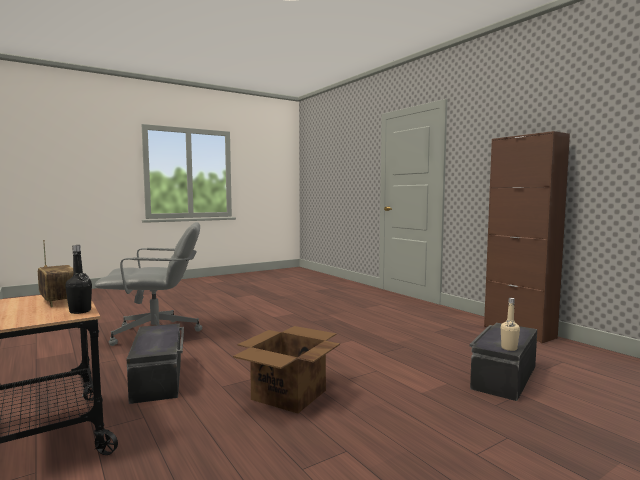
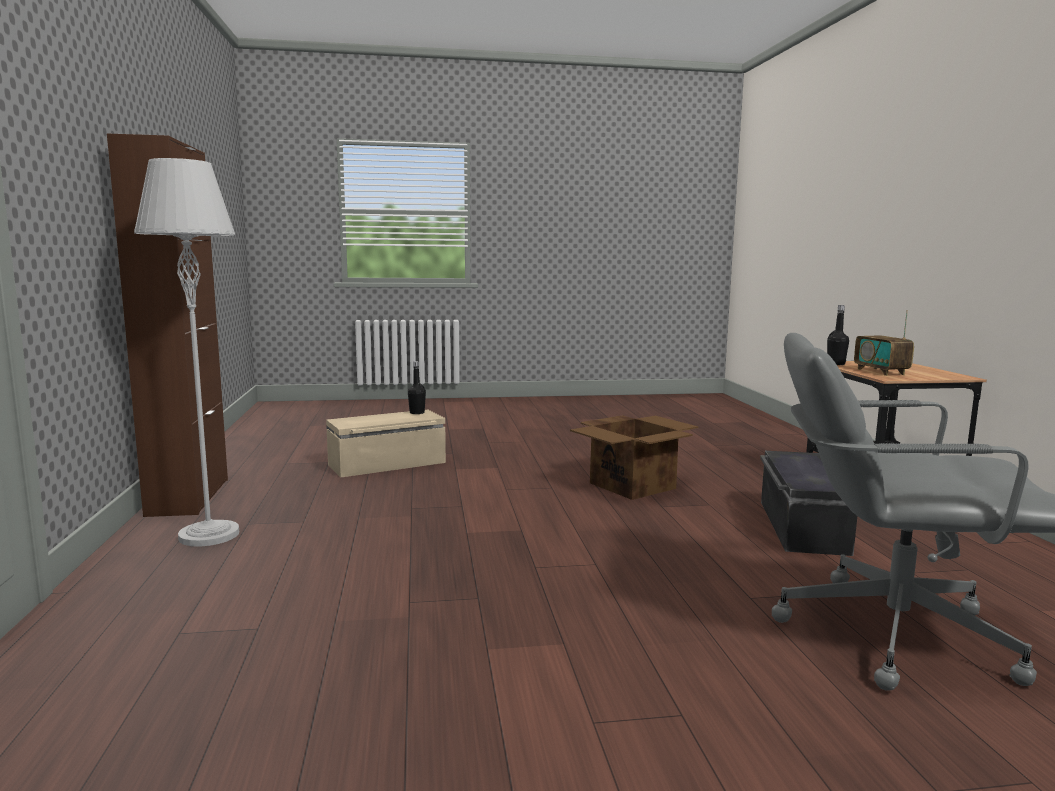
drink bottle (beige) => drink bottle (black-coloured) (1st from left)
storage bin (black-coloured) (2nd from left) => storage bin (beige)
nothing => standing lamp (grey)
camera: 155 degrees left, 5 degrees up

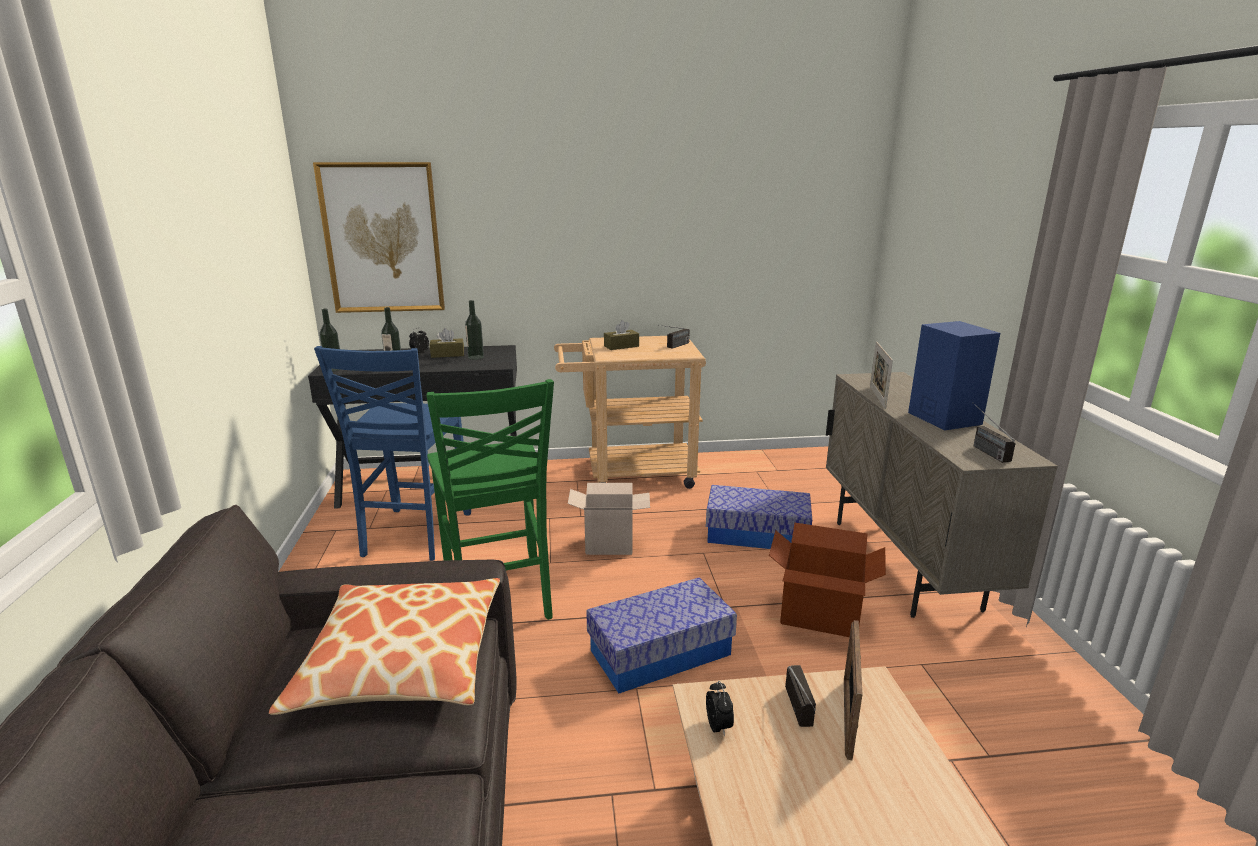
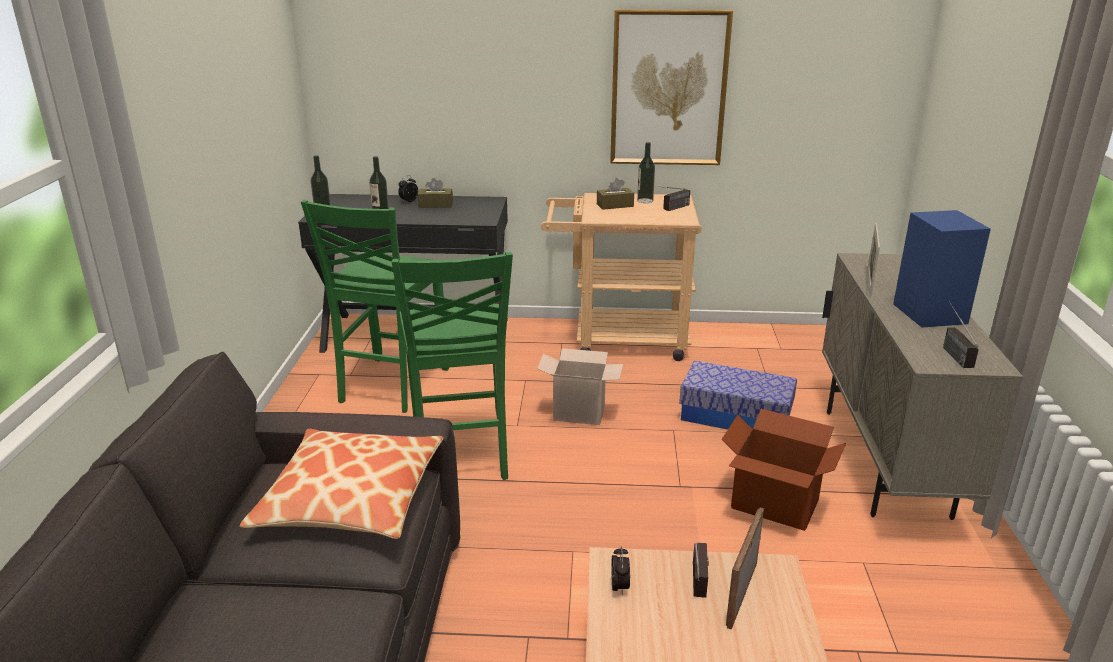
wall art, move
drink bottle (3rd from left), move
plain chair (bluish) => plain chair (green) (1st from left)
storage bin (1st from left) => nothing
camera: 10 degrees right, 5 degrees up

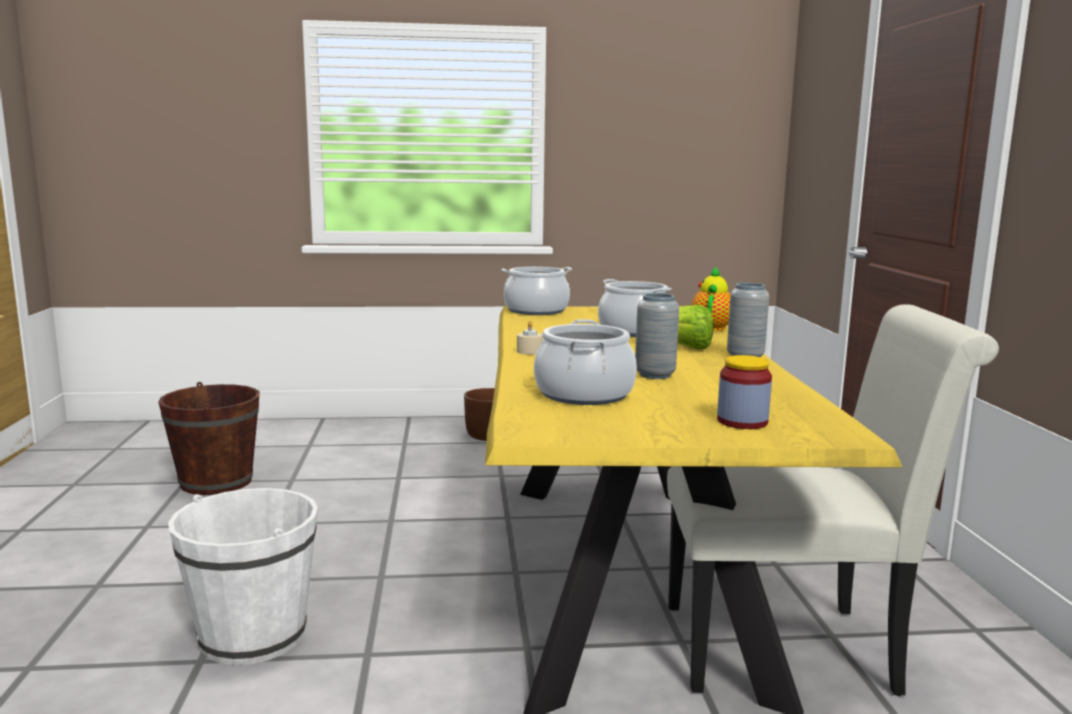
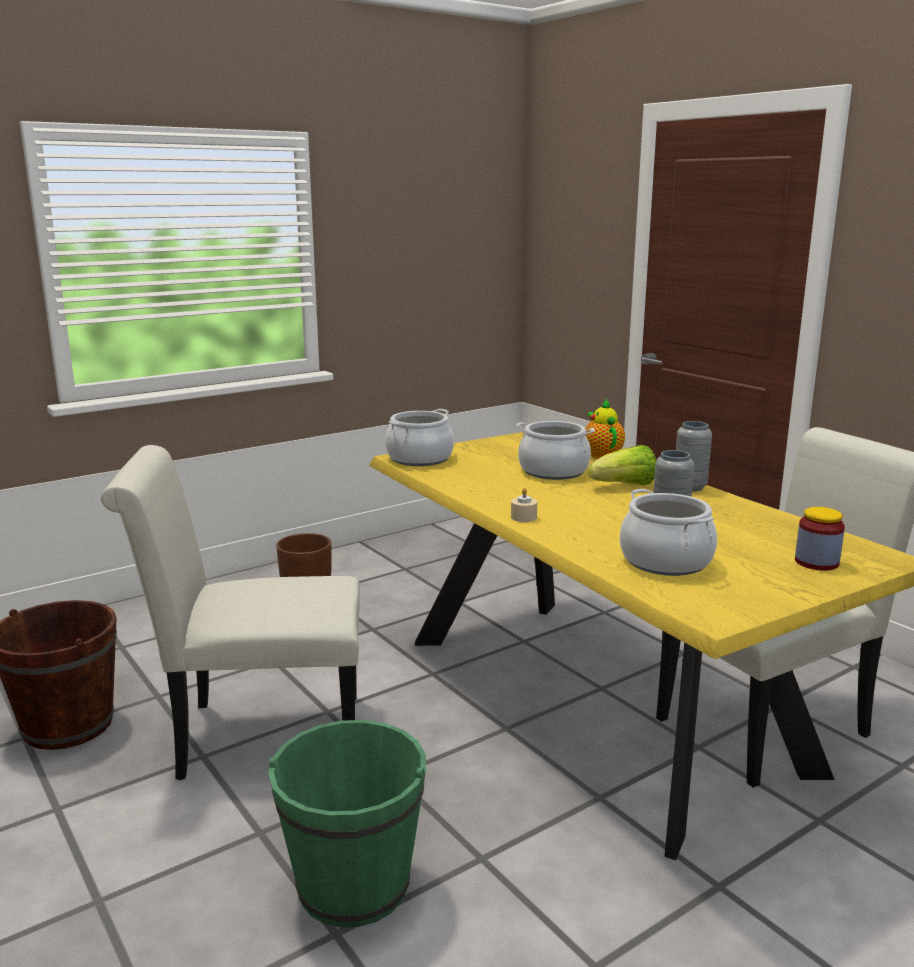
water bucket (whitish) => water bucket (green)
nothing => plain chair (whitish) (1st from left)
camera: 30 degrees left, 5 degrees up

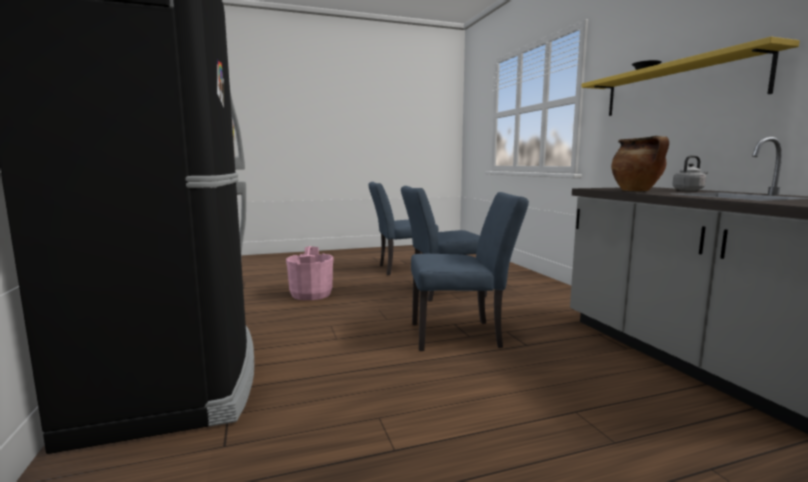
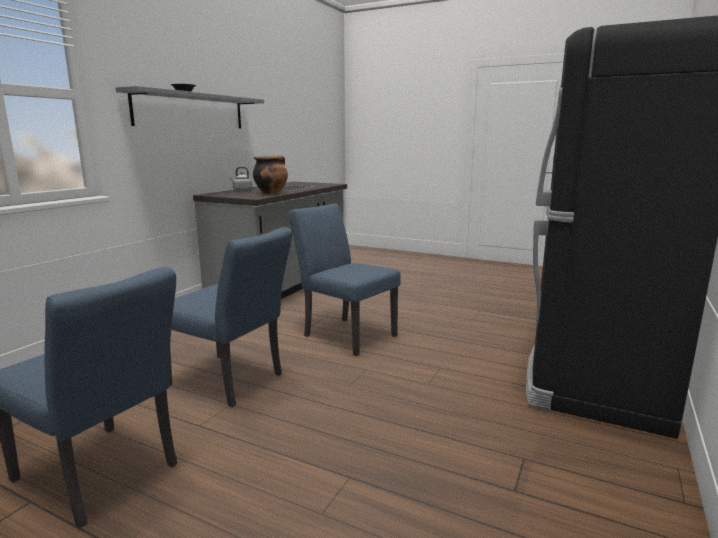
wall shelf (yellowish) => wall shelf (grey)
water bucket (pink) => nothing
camera: 135 degrees left, 5 degrees up

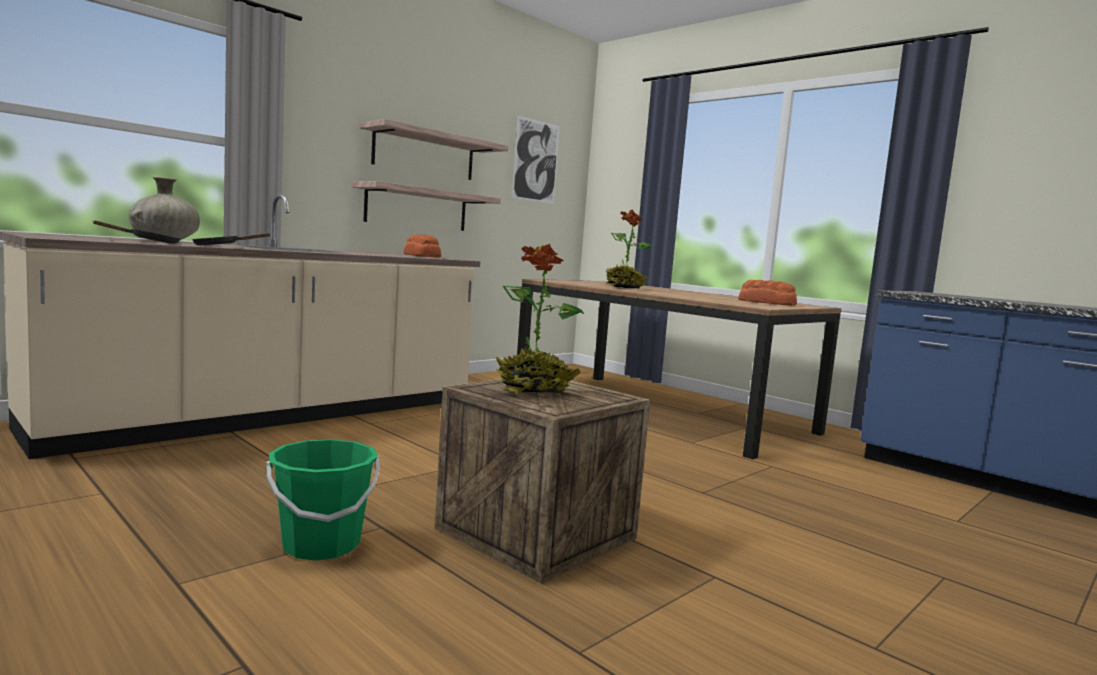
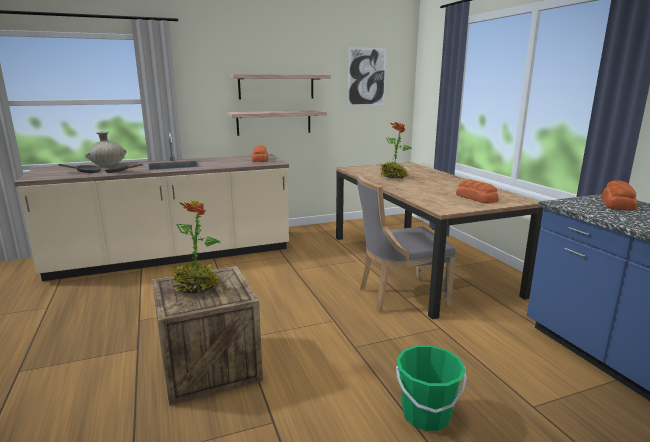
water bucket (green), move
nothing => plain chair (grey)
nothing => baked bread (3rd from left)
camera: 25 degrees right, 10 degrees up

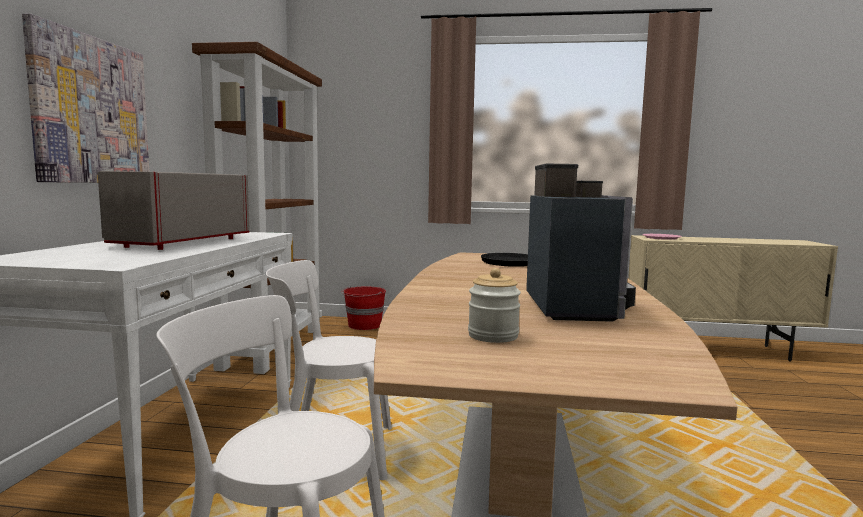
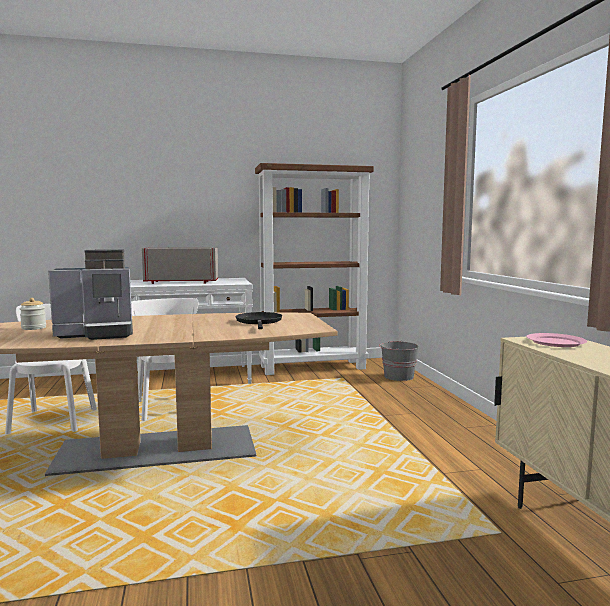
wall art => nothing
water bucket (red) => water bucket (grey)
camera: 70 degrees right, 0 degrees up

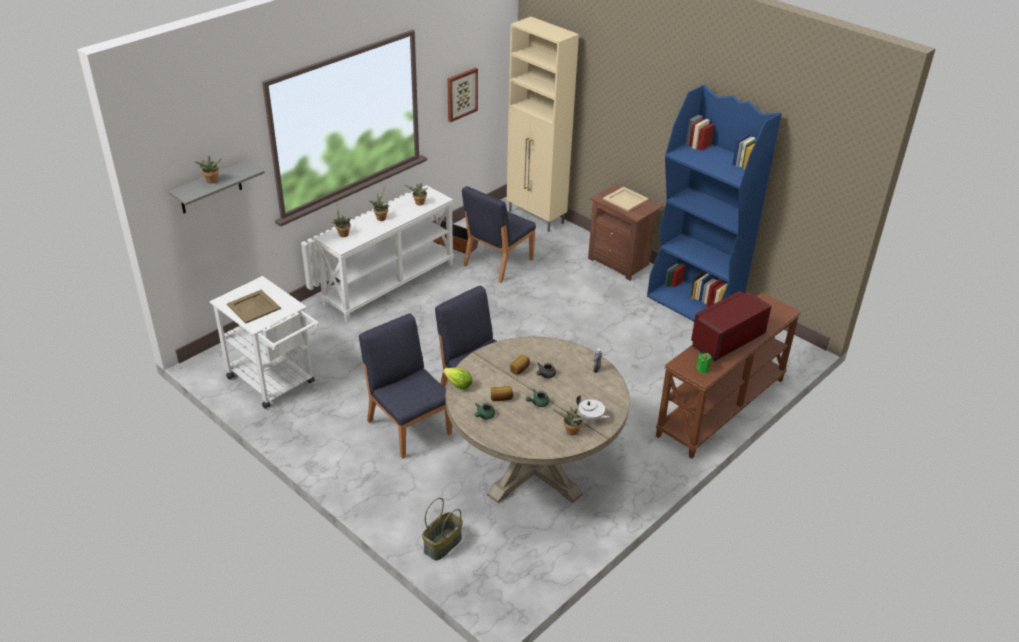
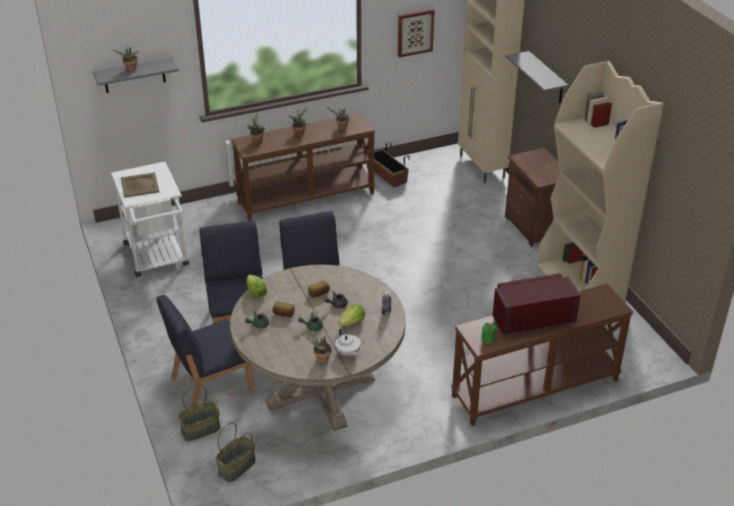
bookcase (bluish) => bookcase (beige)
narrow table (whitish) => narrow table (brown-coloured) (1st from left)
plain chair (bluish) (3rd from left in the first image) => plain chair (bluish) (1st from left), move
tray (beige) (2nd from left) => nothing
nothing => wall shelf (grey) (2nd from left)
nothing => head of lettuce (2nd from left)
nothing => basket (2nd from left)
camera: 25 degrees right, 0 degrees up

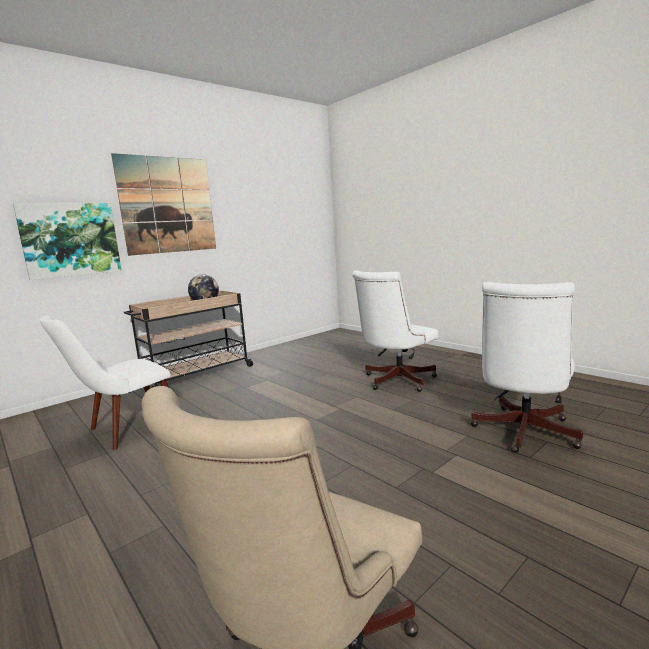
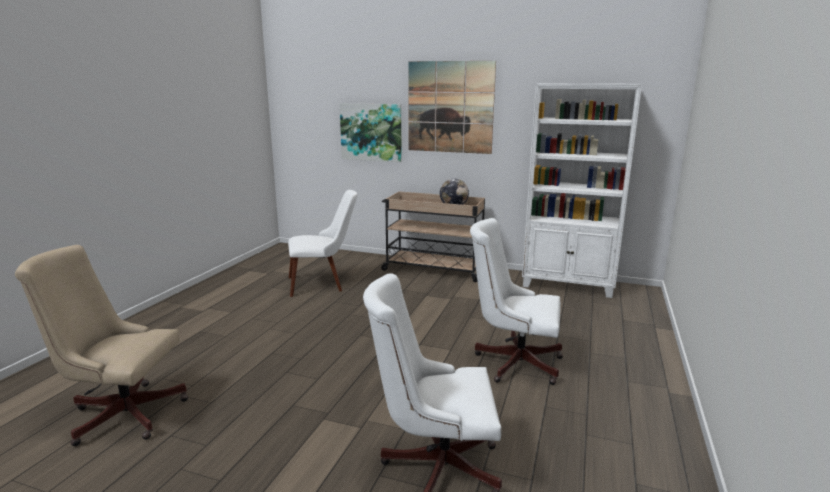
plain chair (whitish), 150 degrees clockwise
nothing => bookcase (whitish)
camera: 60 degrees right, 5 degrees up

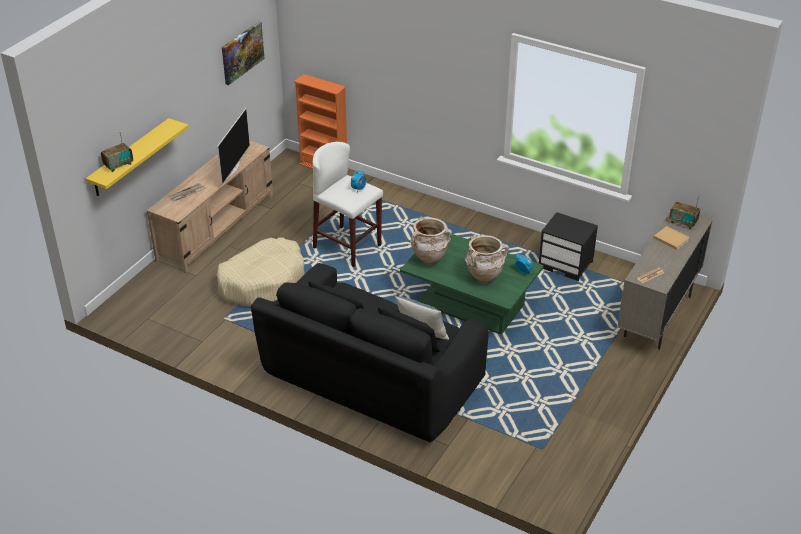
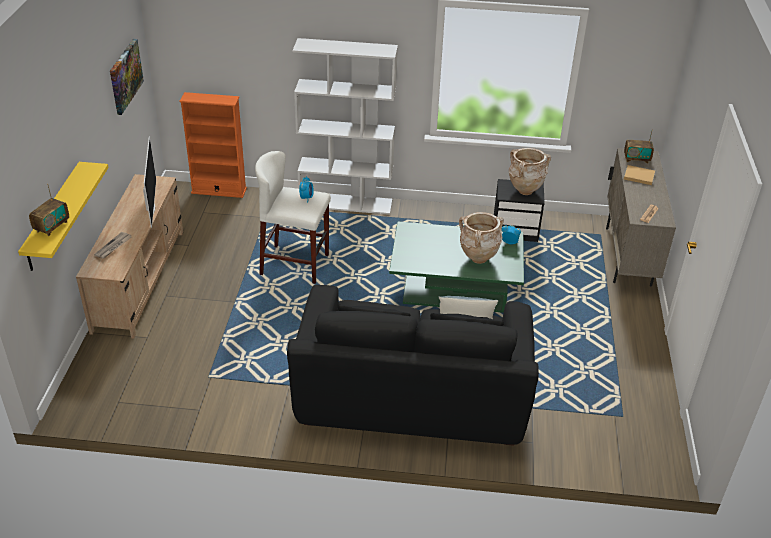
vase (beige) (1st from left in the first image) => vase (beige) (2nd from left), move
pet bed (beige) => nothing
nothing => bookcase (whitish)
camera: 25 degrees left, 0 degrees up

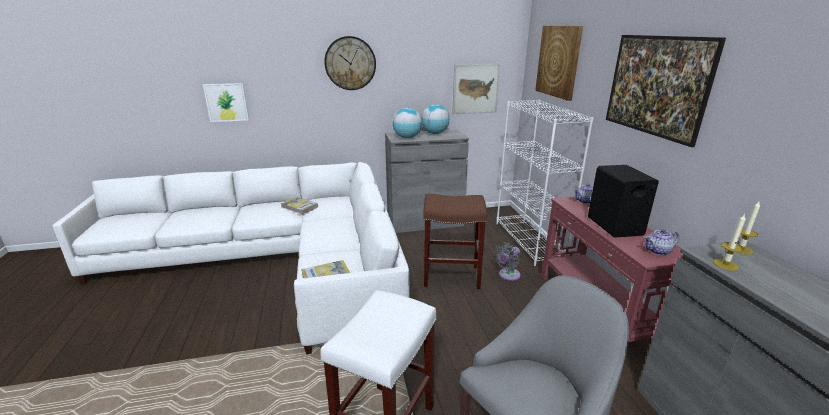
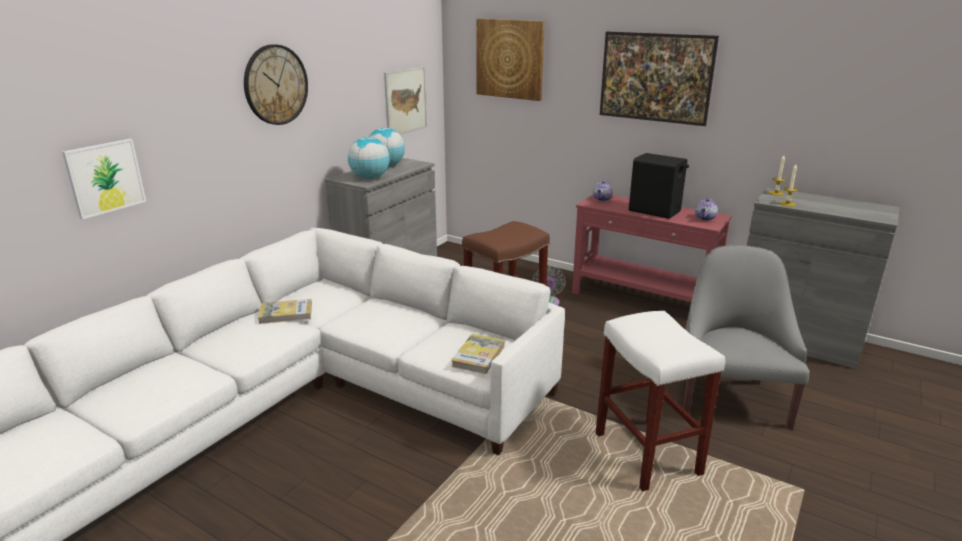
bookcase (whitish) => nothing
camera: 45 degrees left, 0 degrees up

